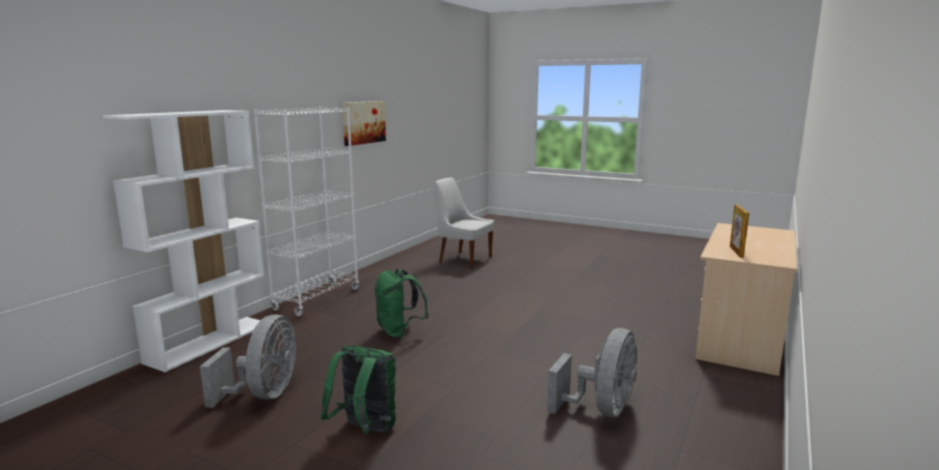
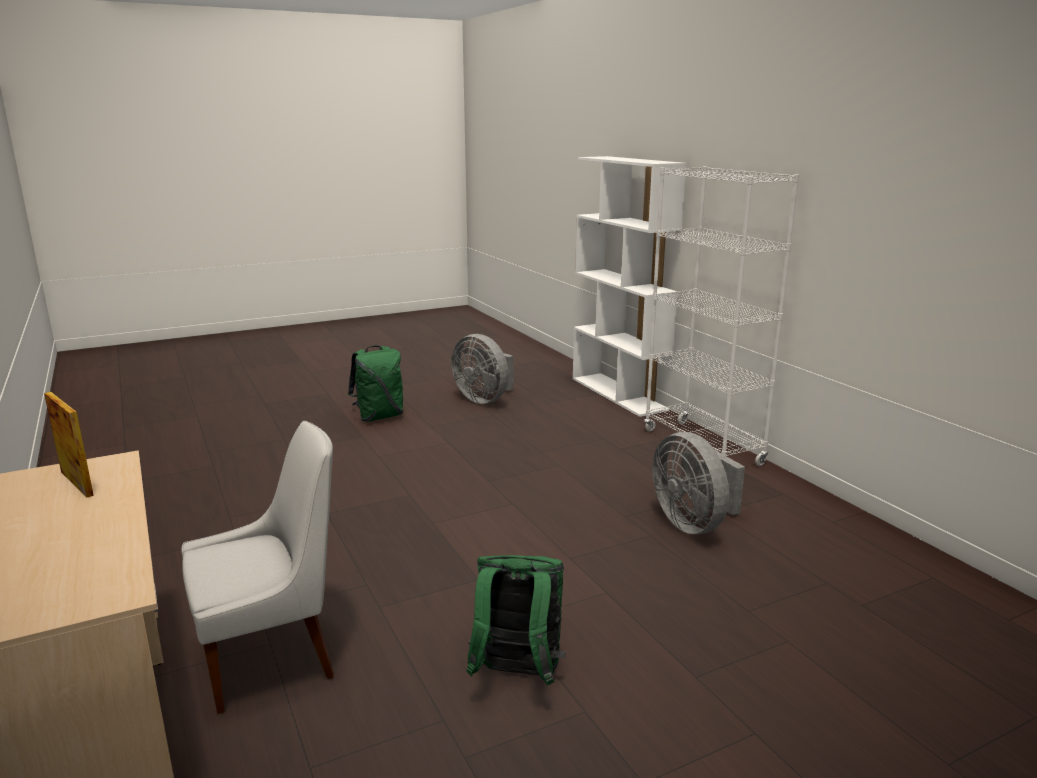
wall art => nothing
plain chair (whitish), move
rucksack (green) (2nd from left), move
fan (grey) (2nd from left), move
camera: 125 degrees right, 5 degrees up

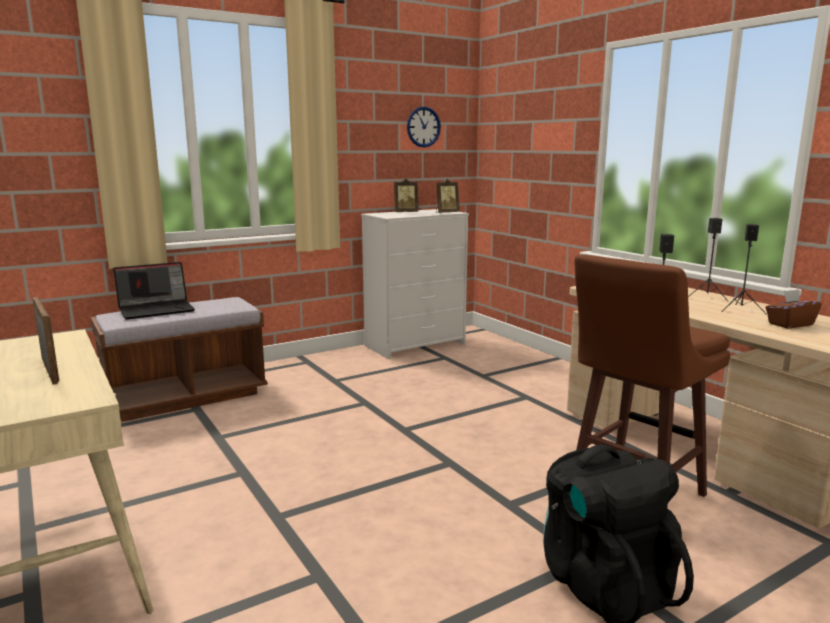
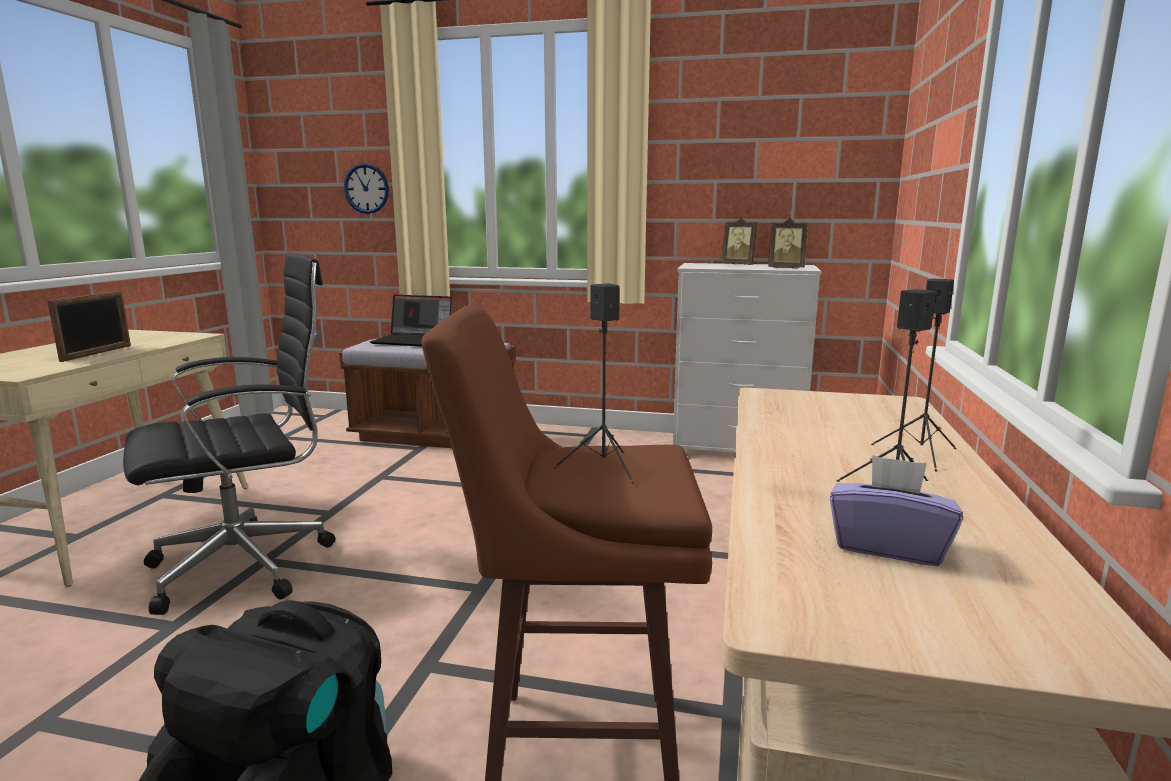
clock on the wall, move
tissue box (brown-coloured) => tissue box (purple-coloured)
nothing => computer chair (black-coloured)
camera: 45 degrees right, 0 degrees up

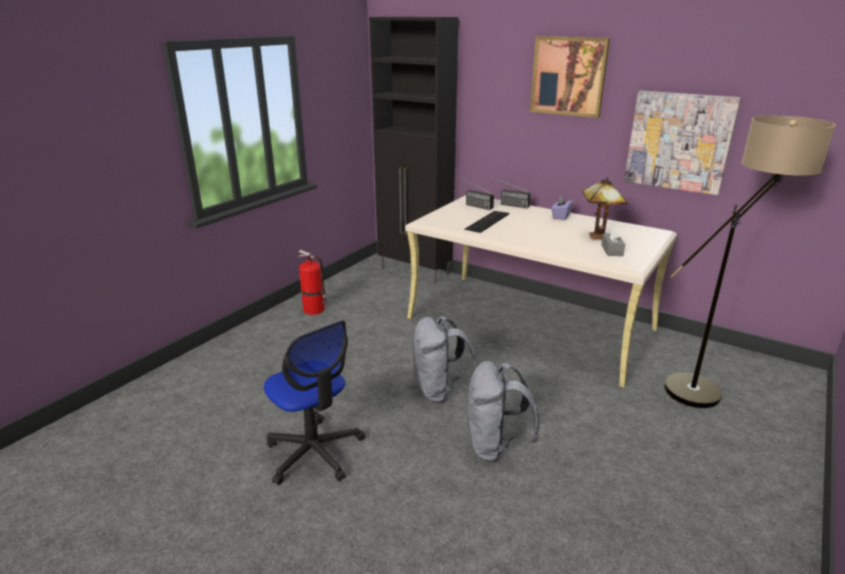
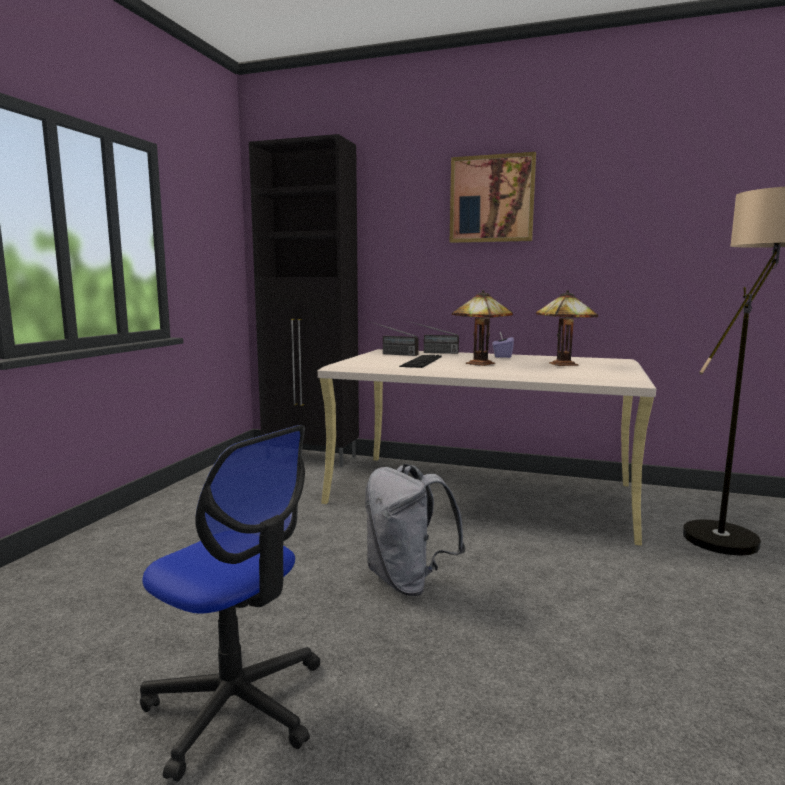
wall art (2nd from left) => nothing
tissue box (grey) => nothing
fire extinguisher => nothing
rucksack (grey) (2nd from left) => nothing
nothing => lamp for a table (1st from left)
camera: 15 degrees left, 15 degrees down

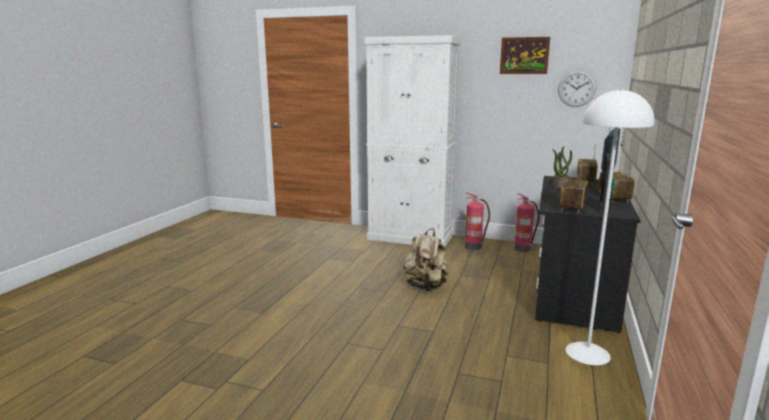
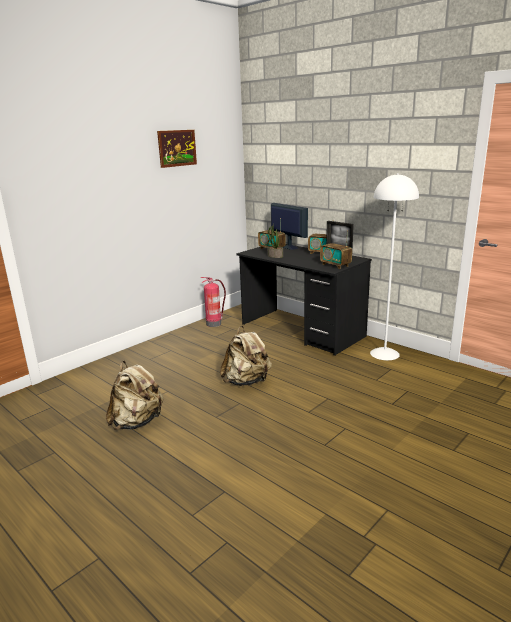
cupboard (whitish) => nothing
clock on the wall => nothing
fire extinguisher (1st from left) => nothing
nothing => rucksack (beige) (1st from left)
camera: 65 degrees left, 5 degrees up

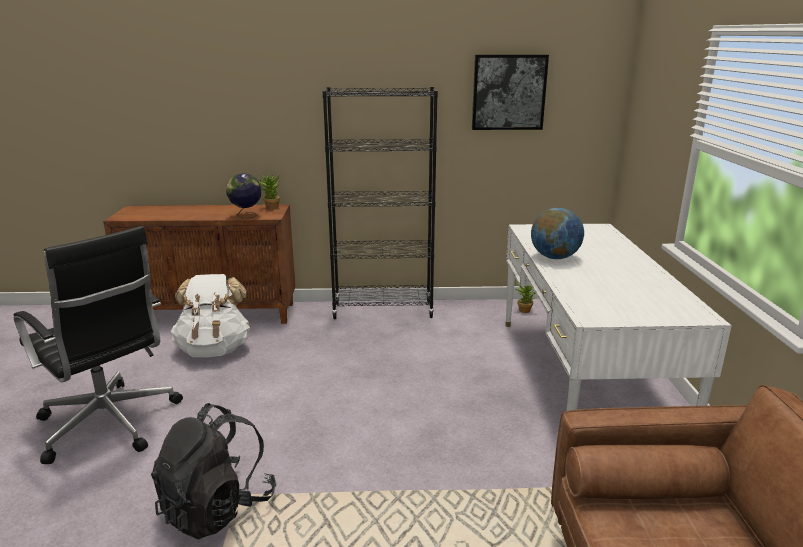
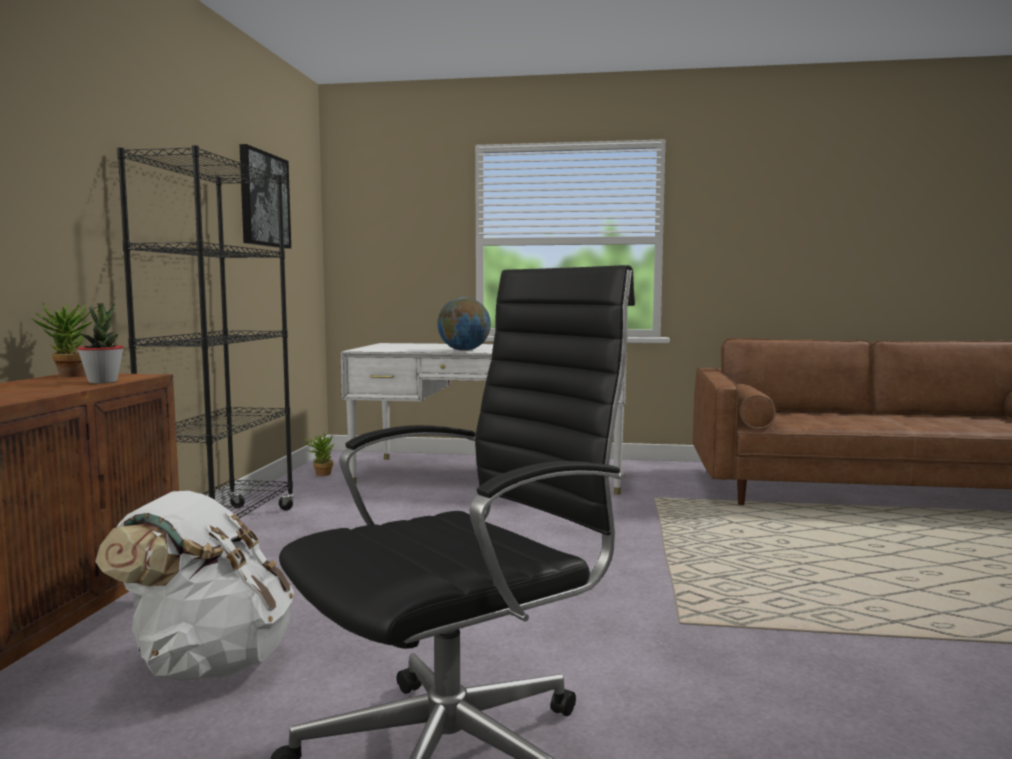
desk globe (1st from left) => plant in a pot (2nd from left)
rucksack (black-coloured) => nothing
camera: 80 degrees left, 15 degrees down

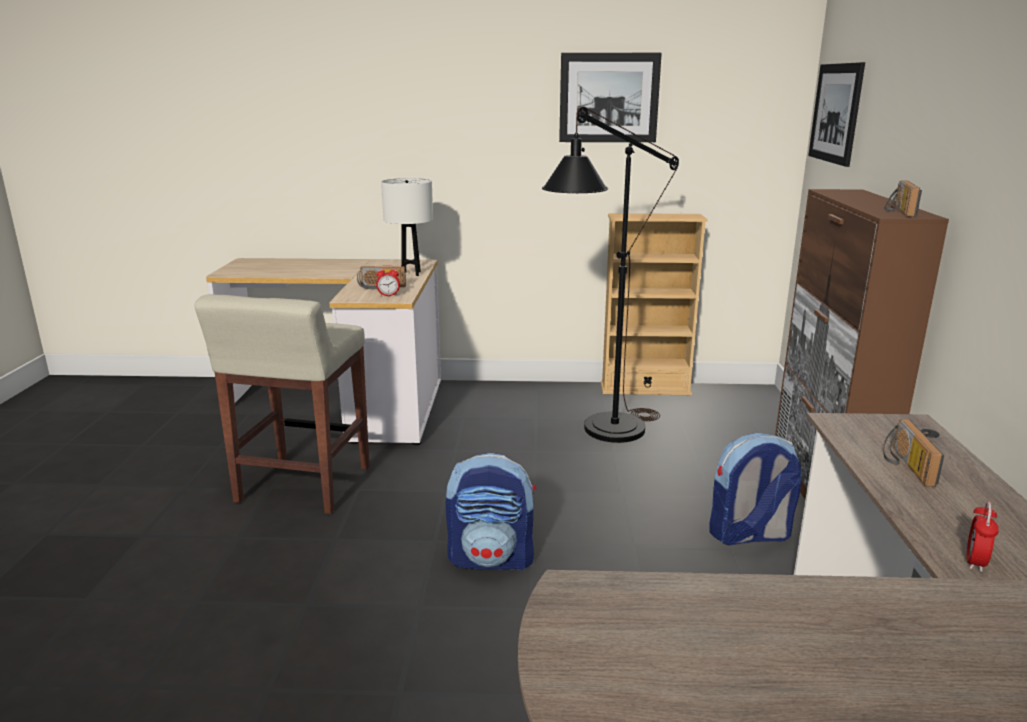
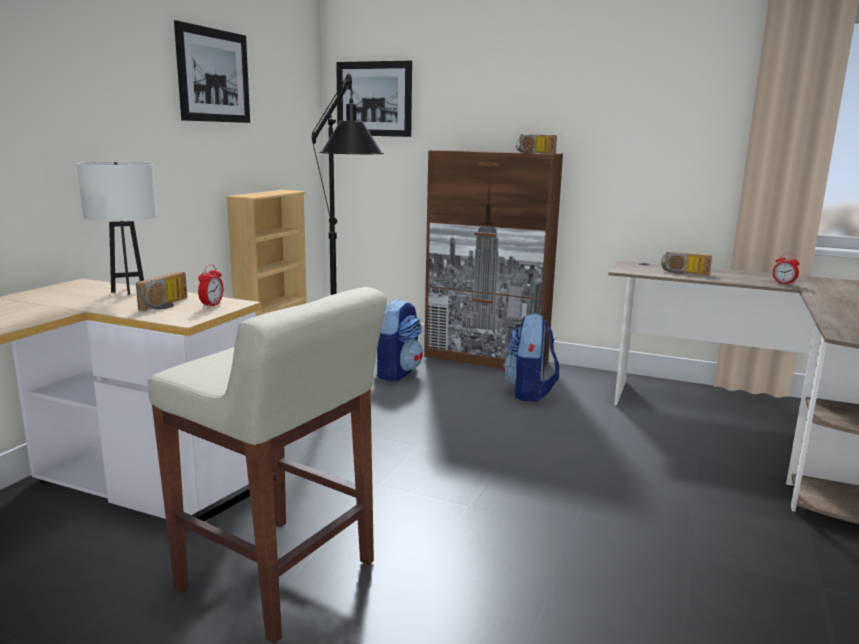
rucksack (1st from left), move
camera: 70 degrees left, 5 degrees down

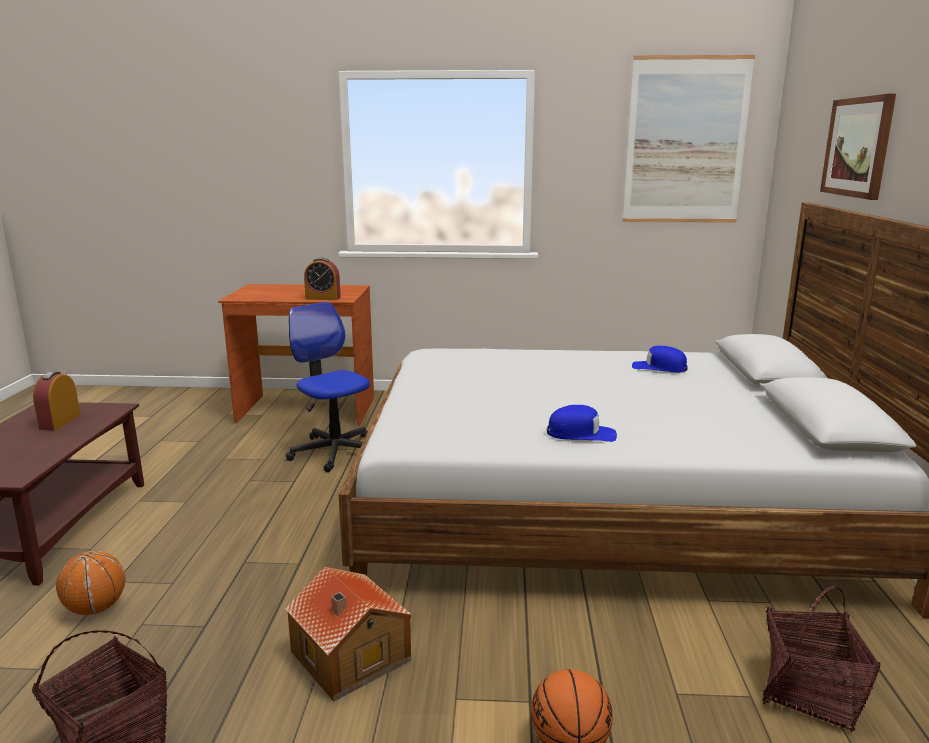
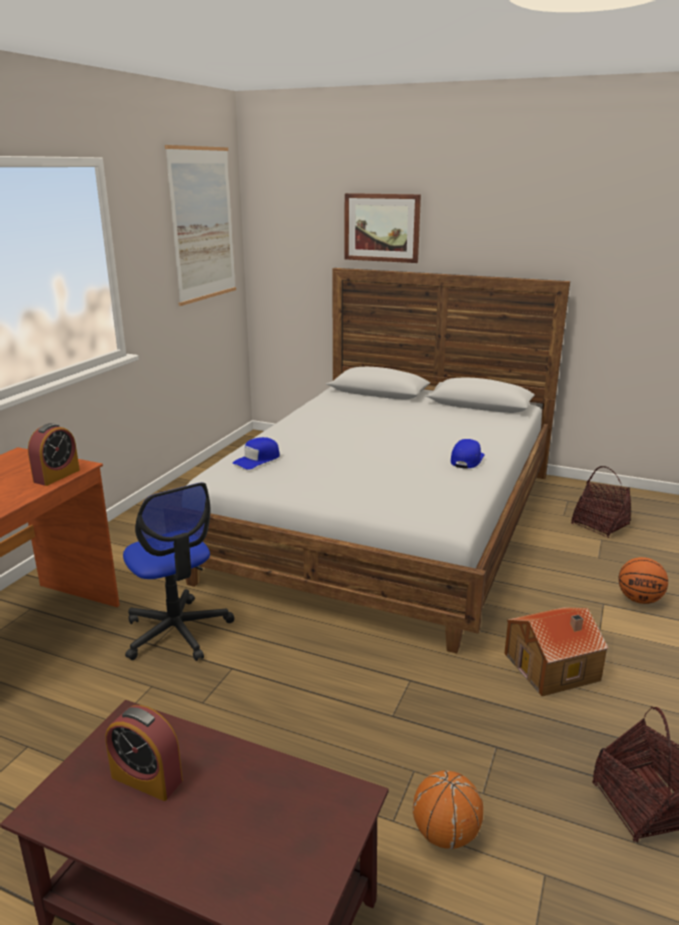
computer chair, 105 degrees counterclockwise
cap (bluish) (2nd from left in the first image) => cap (bluish) (1st from left), move
camera: 70 degrees left, 5 degrees up

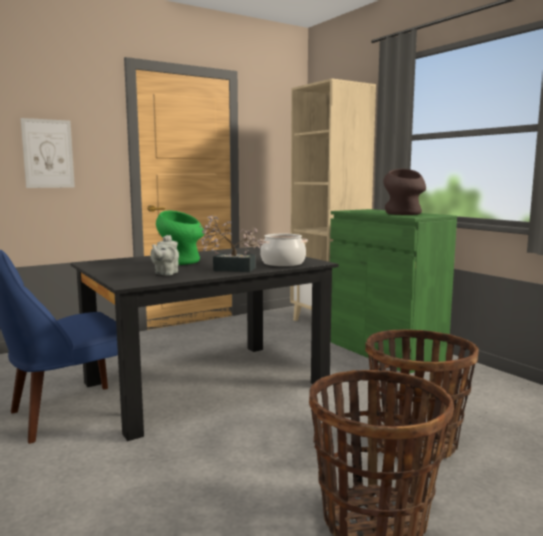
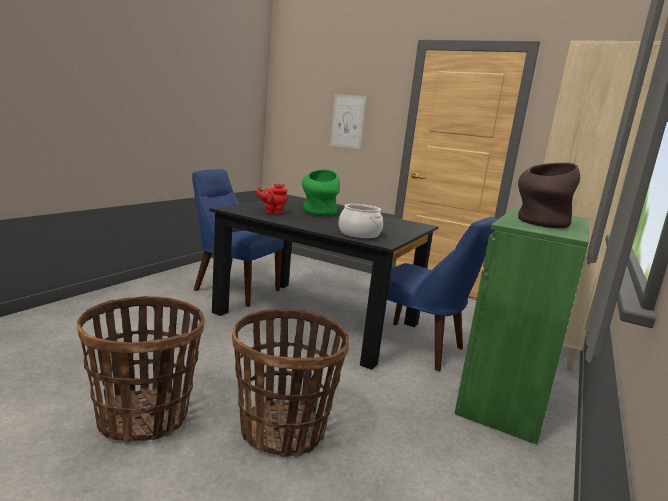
plant in a pot => nothing
teapot (grey) => teapot (red)
nothing => plain chair (bluish) (2nd from left)
camera: 60 degrees right, 5 degrees up

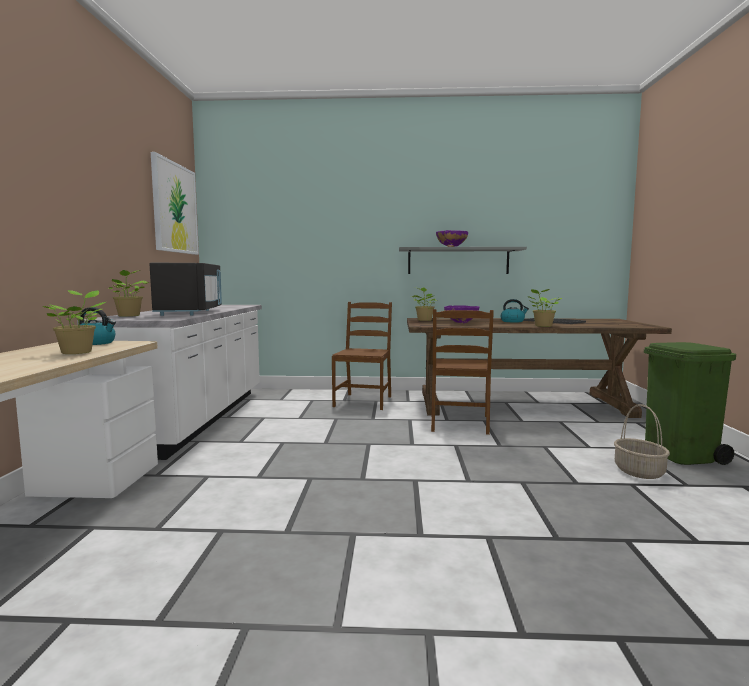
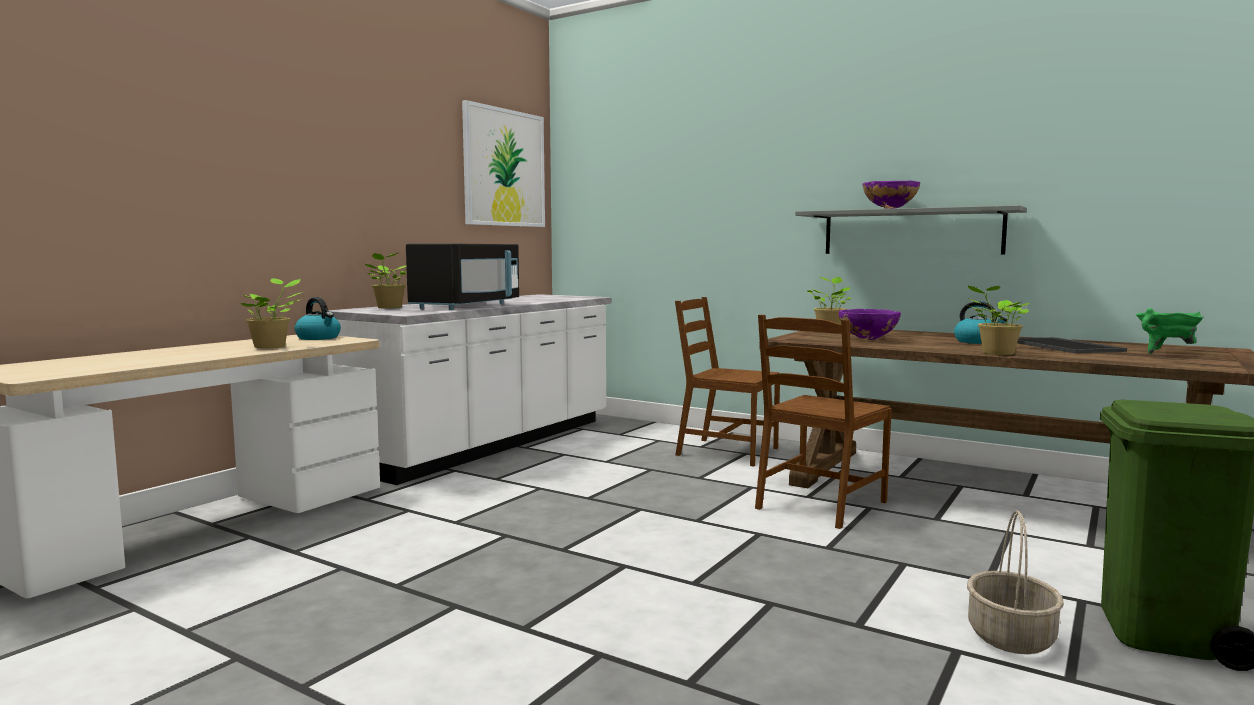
plain chair (brown-coloured) (1st from left), 105 degrees counterclockwise
nothing => saucepot (green)
camera: 30 degrees right, 0 degrees up

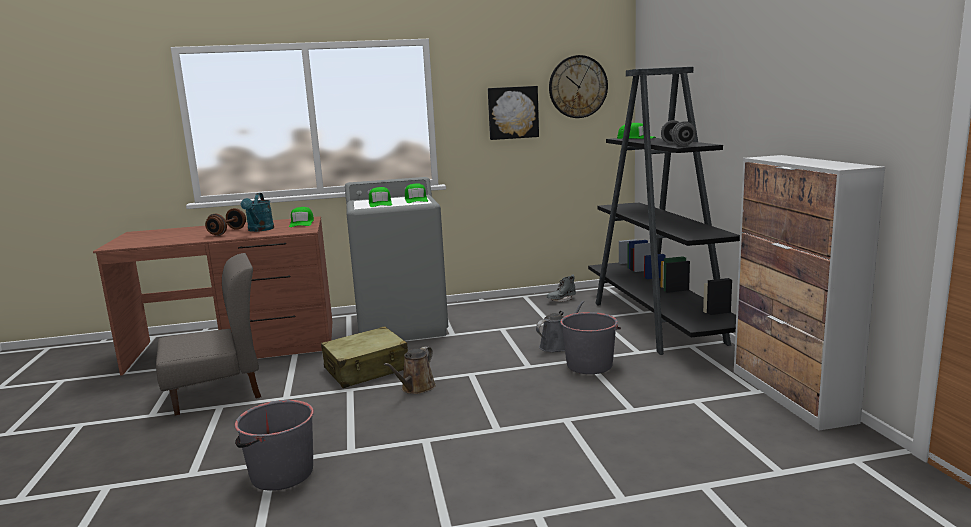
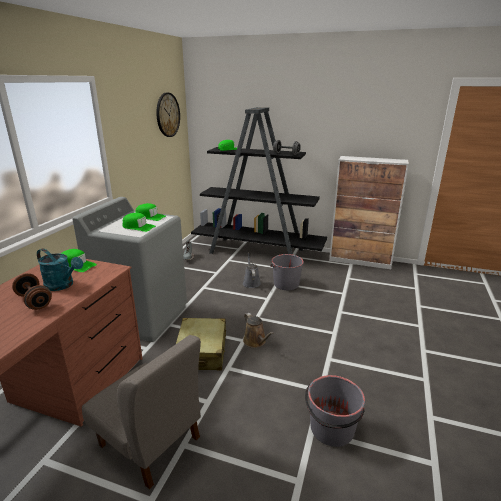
wall art => nothing
plain chair (grey), 120 degrees clockwise
camera: 60 degrees left, 10 degrees up

